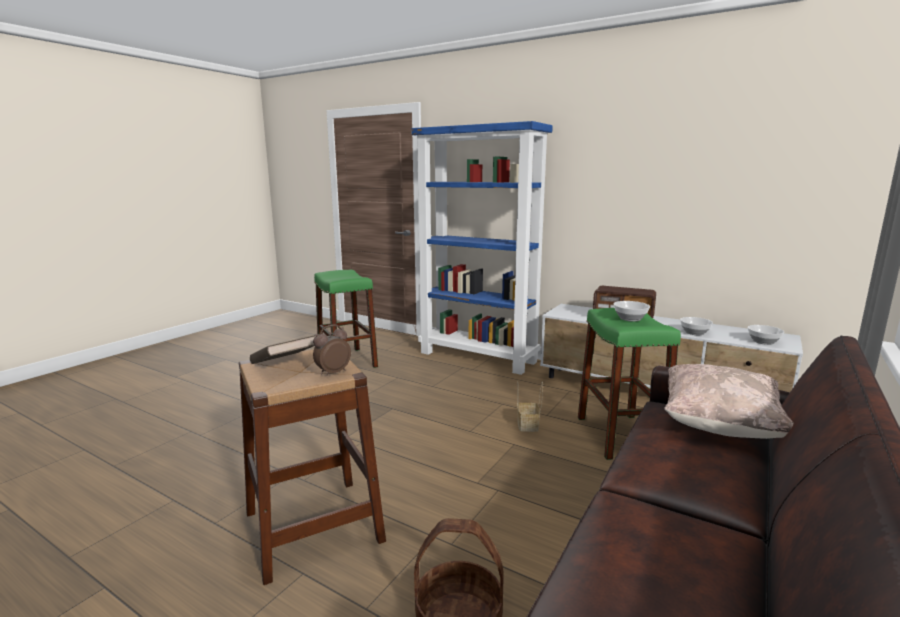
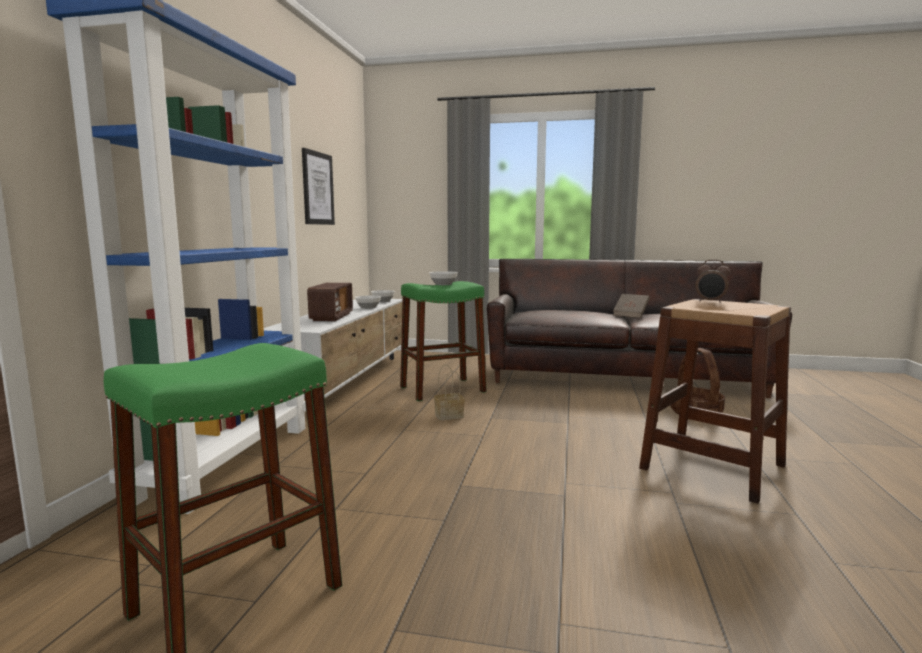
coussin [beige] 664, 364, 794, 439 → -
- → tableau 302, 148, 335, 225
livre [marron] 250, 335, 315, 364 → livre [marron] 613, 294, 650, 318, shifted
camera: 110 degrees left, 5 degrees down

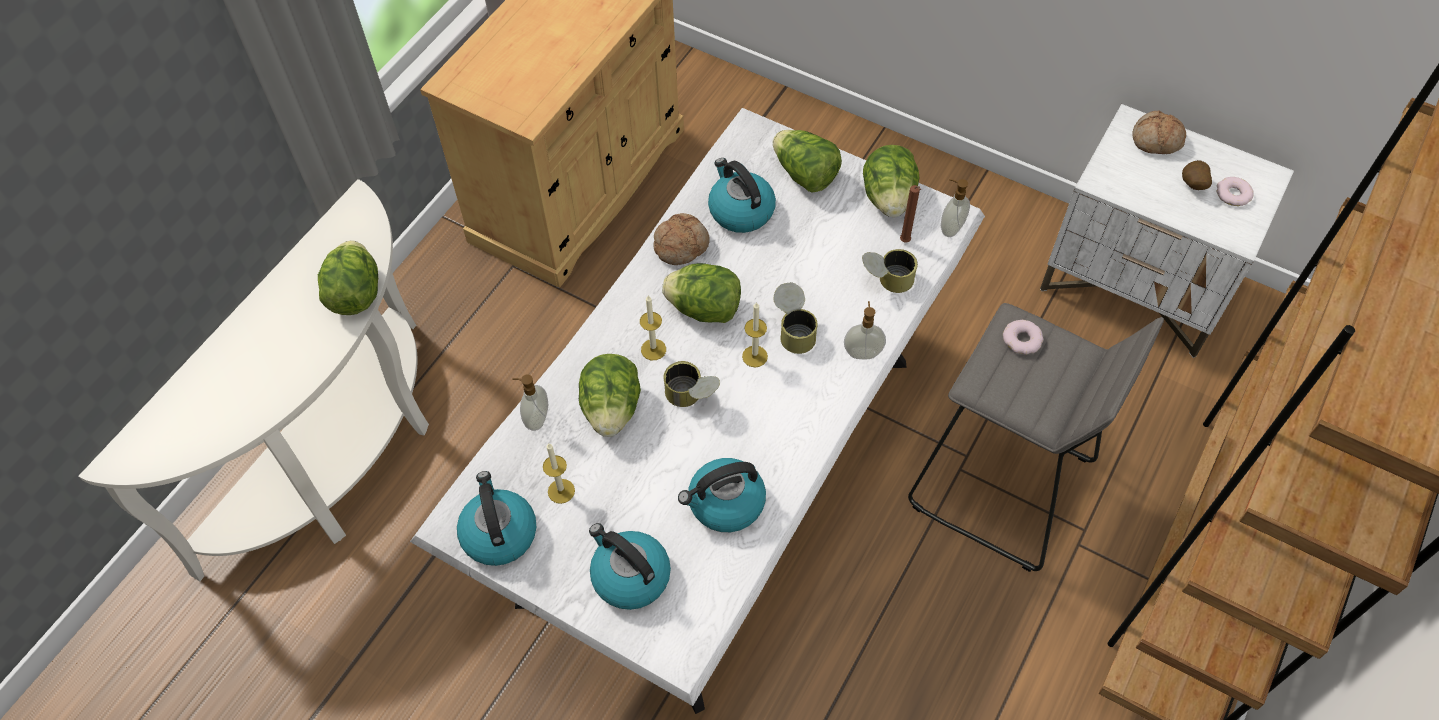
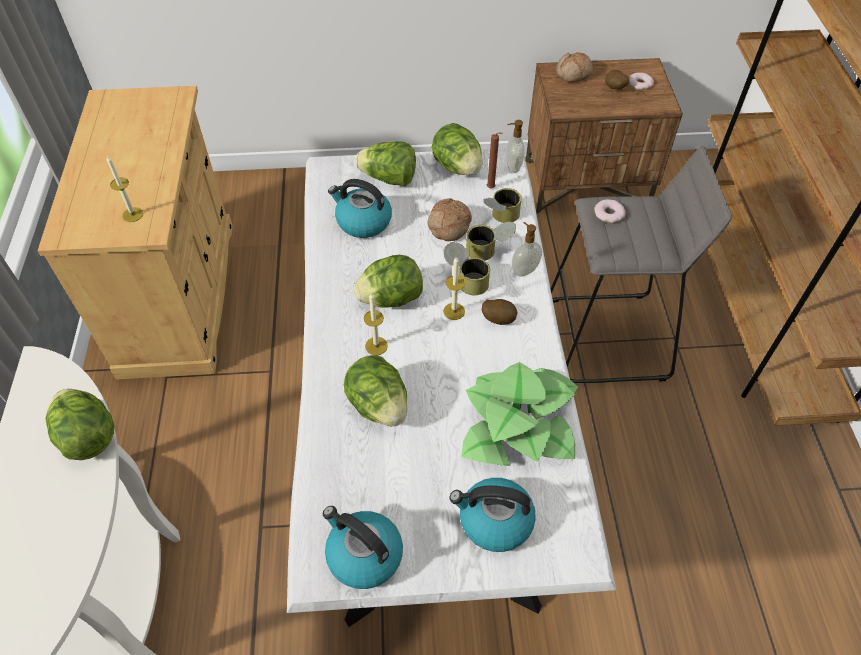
distributeur de savon 512, 375, 548, 431 → -
- → pomme de terre 482, 299, 517, 325
bougie 543, 444, 575, 504 → bougie 107, 156, 143, 222, shifted
pain 653, 213, 710, 265 → pain 428, 198, 472, 241, shifted
boîte métallique 663, 361, 720, 407 → boîte métallique 466, 222, 516, 261, shifted
bouilloire 678, 458, 766, 532 → plante en pot 461, 362, 578, 466
table de chevet [blanc] 1040, 104, 1294, 358 → table de chevet [marron] 526, 58, 683, 214
camera: 35 degrees left, 5 degrees down

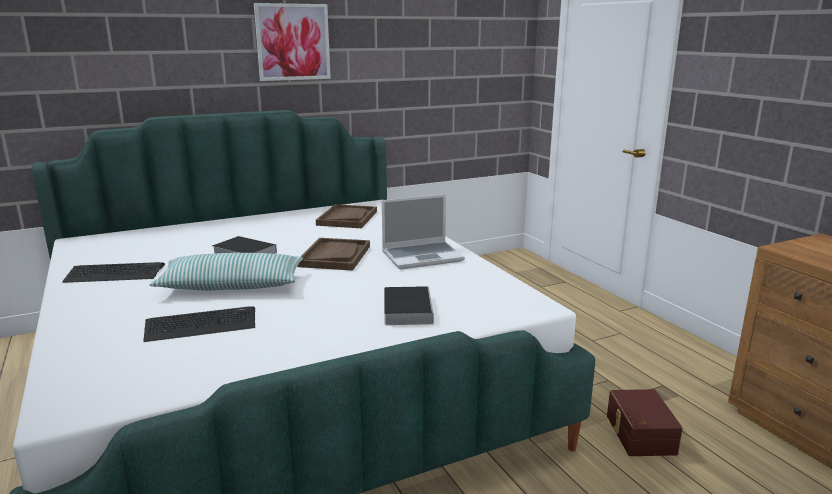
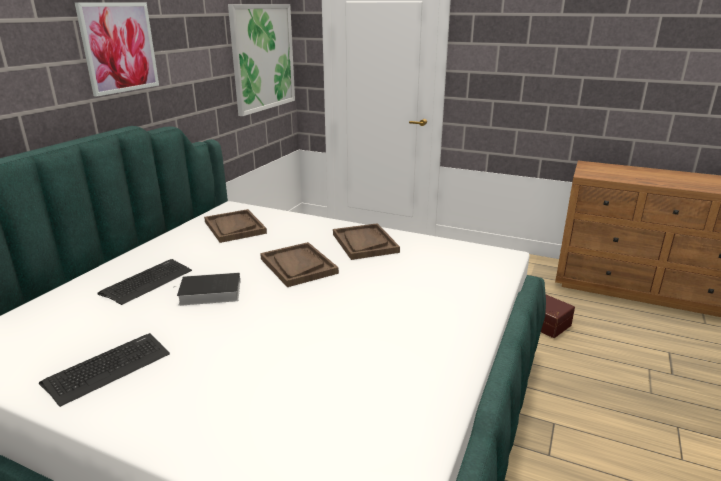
coussin 149, 253, 303, 290 → -
livre 384, 286, 433, 325 → -
- → tableau 228, 4, 295, 116
clavier 143, 307, 255, 342 → clavier 97, 259, 192, 305, shifted
ordinateur portable 382, 194, 465, 269 → plateau [marron] 333, 223, 400, 260
camera: 40 degrees left, 5 degrees up

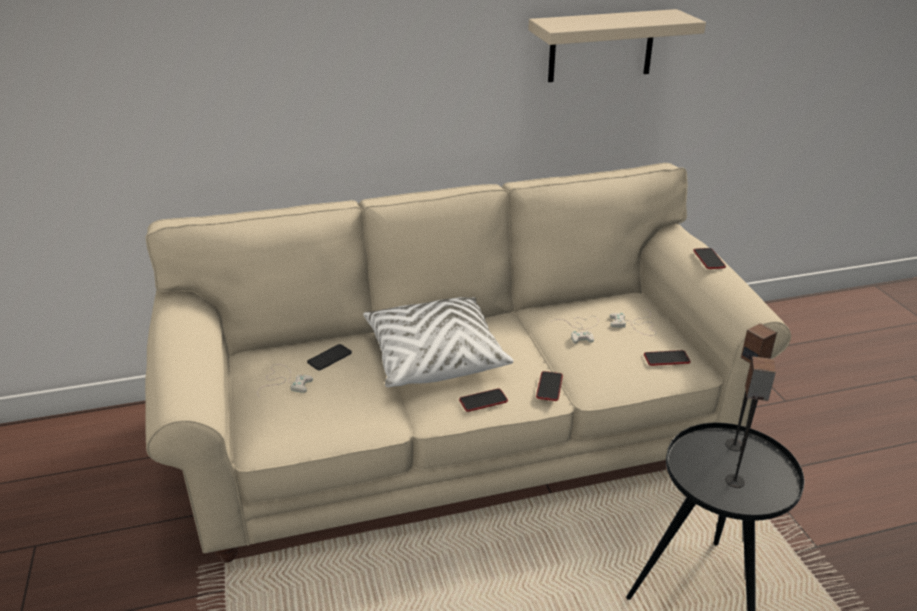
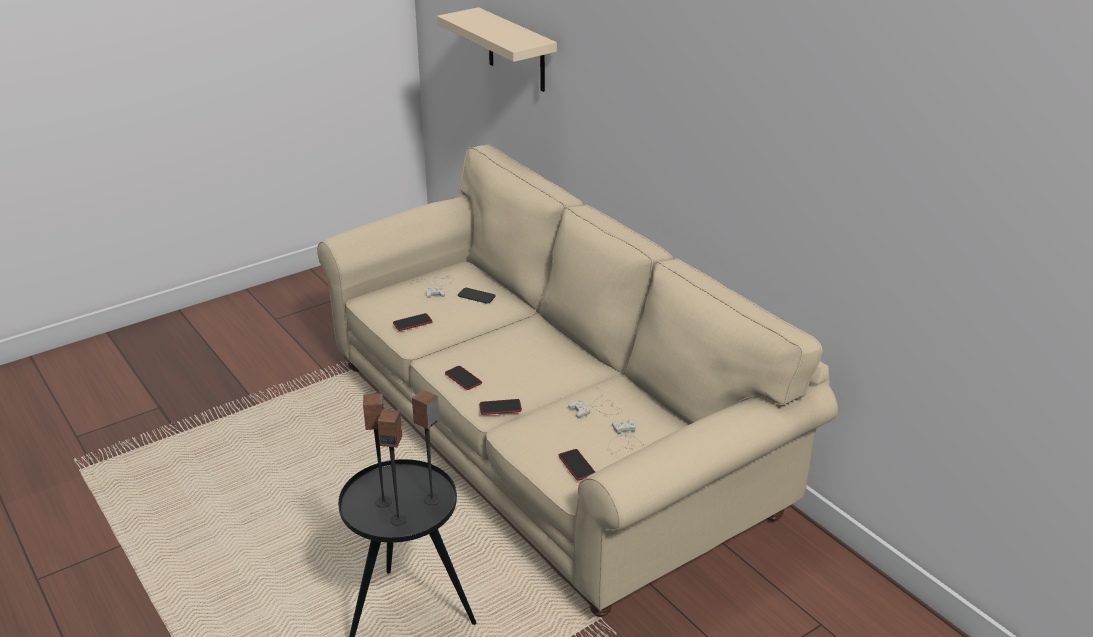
coussin [blanc] 363, 297, 513, 387 → -
- → enceinte 377, 409, 407, 526
étagère [beige] 528, 9, 706, 82 → étagère [beige] 437, 7, 557, 92, shifted
téléphone 693, 248, 726, 269 → téléphone 393, 313, 433, 331, shifted
camera: 70 degrees right, 0 degrees up

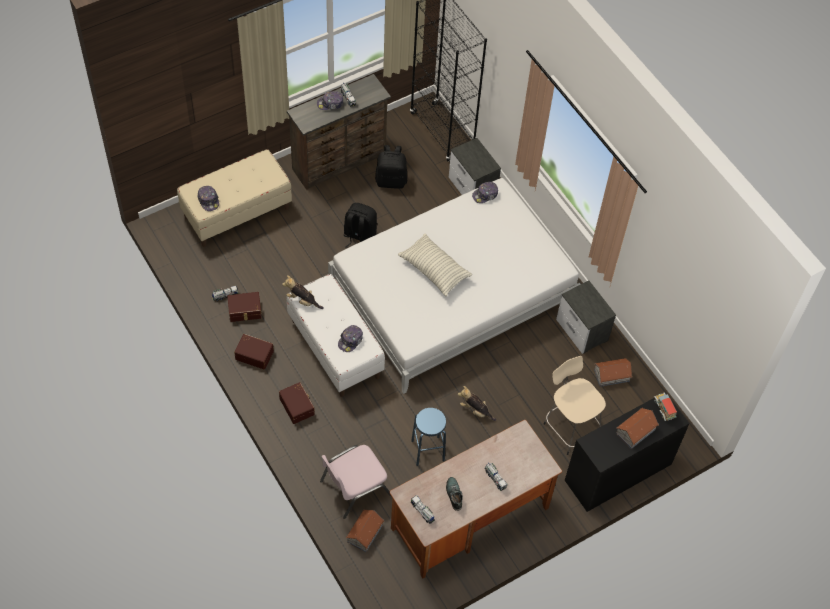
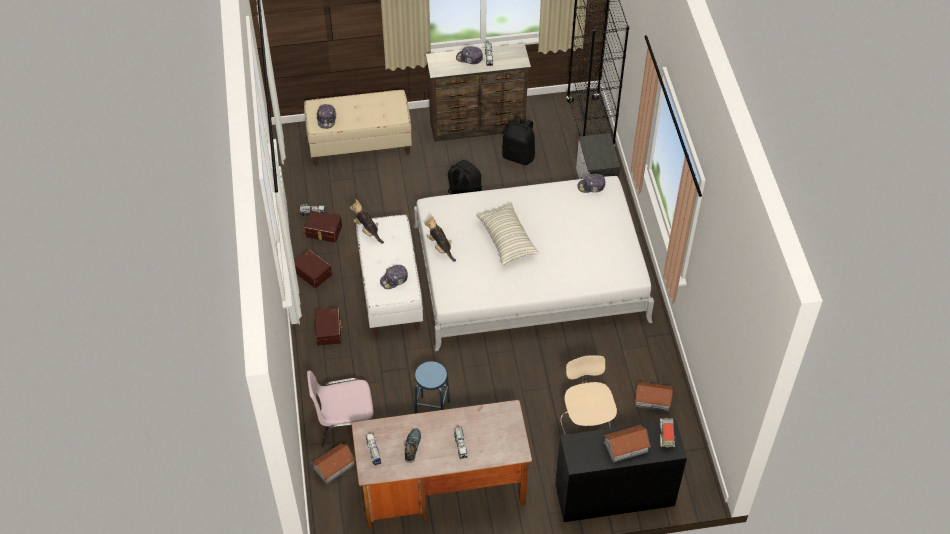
table de chevet 556, 281, 616, 354 → -
peluche 458, 386, 496, 421 → peluche 424, 215, 456, 262, shifted
camera: 25 degrees right, 5 degrees down

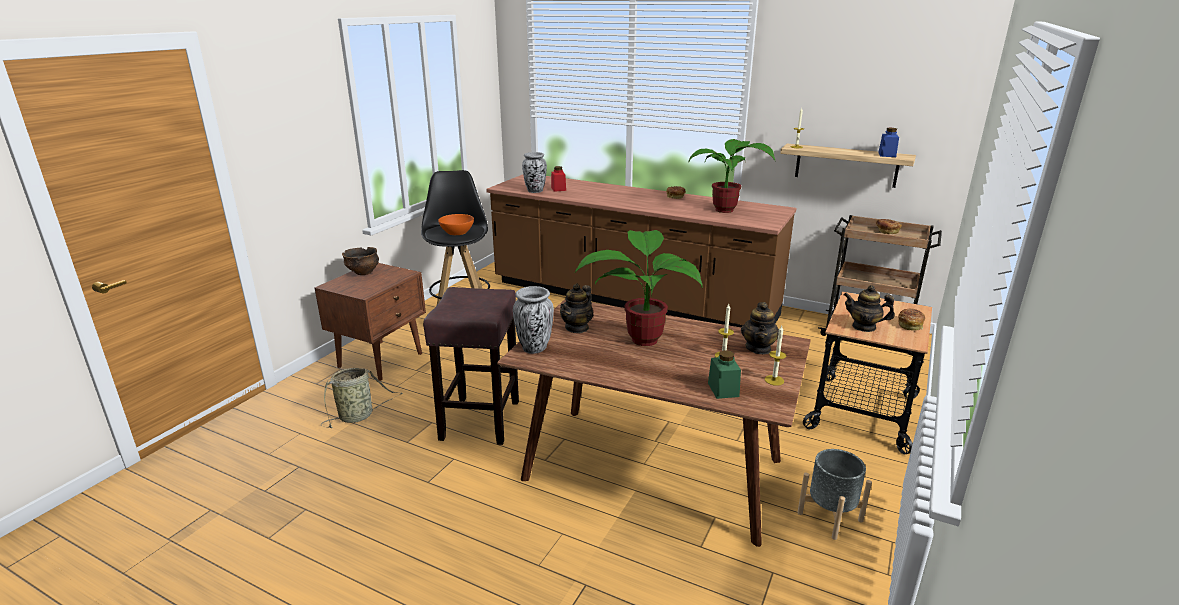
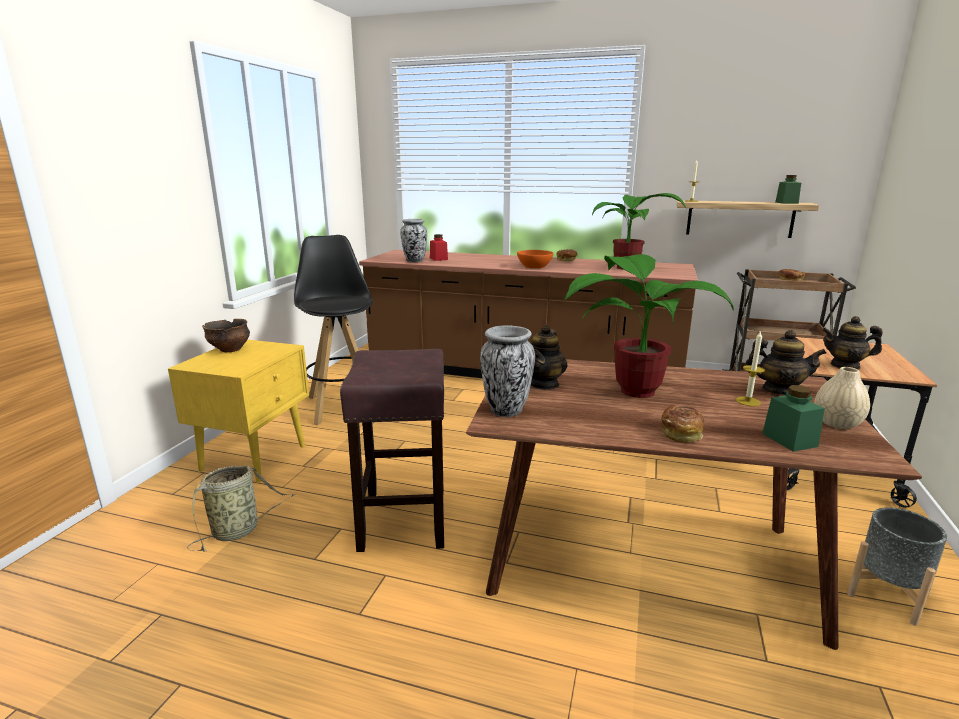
bol [orange] 438, 214, 474, 235 → bol [orange] 517, 250, 553, 269, shifted
pain 898, 308, 925, 331 → pain 662, 405, 704, 442, shifted
bougie 765, 325, 786, 386 → vase [beige] 814, 367, 870, 429
table de chevet [marron] 314, 263, 426, 381 → table de chevet [jaune] 168, 340, 309, 483
bocal [bleu] 878, 128, 899, 157 → bocal [vert] 775, 175, 801, 204
théière 741, 302, 779, 354 → théière 745, 330, 827, 395, 75 degrees counterclockwise
camera: 10 degrees left, 5 degrees down

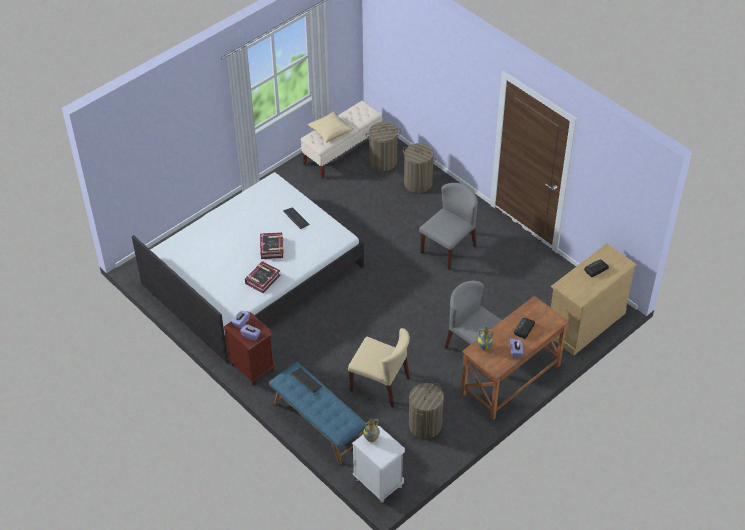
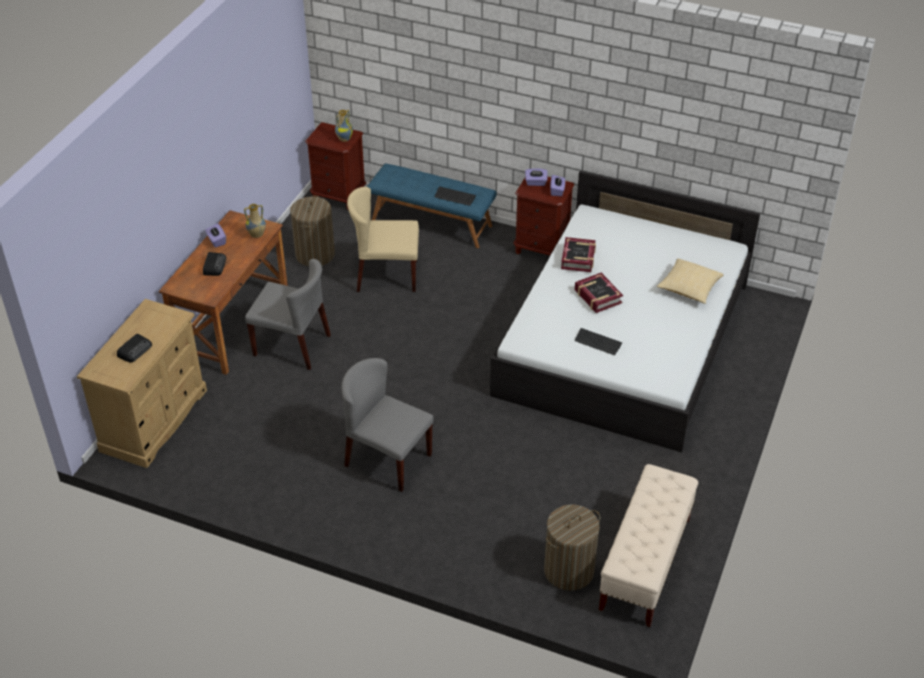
panier à linge 403, 143, 436, 193 → -
coussin 308, 111, 353, 143 → coussin 657, 258, 724, 304, shifted
table de chevet [blanc] 352, 426, 405, 503 → table de chevet [marron] 305, 122, 366, 210
chaise [gris] 419, 183, 478, 270 → chaise [gris] 341, 358, 434, 492, 105 degrees clockwise
camera: 155 degrees right, 5 degrees down

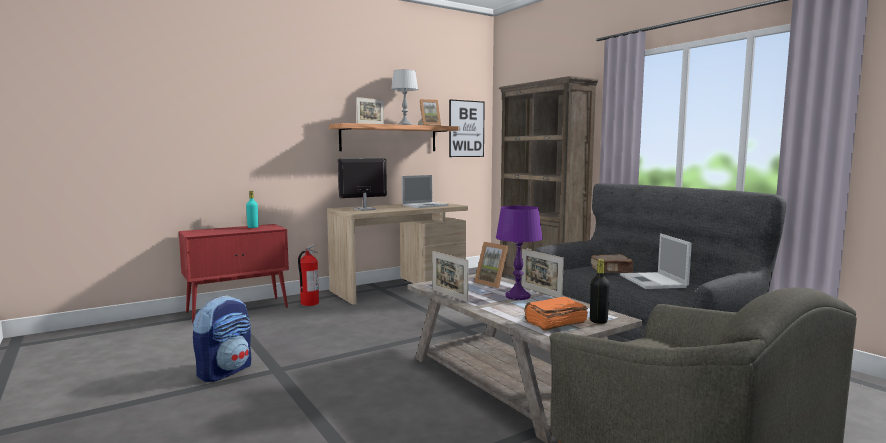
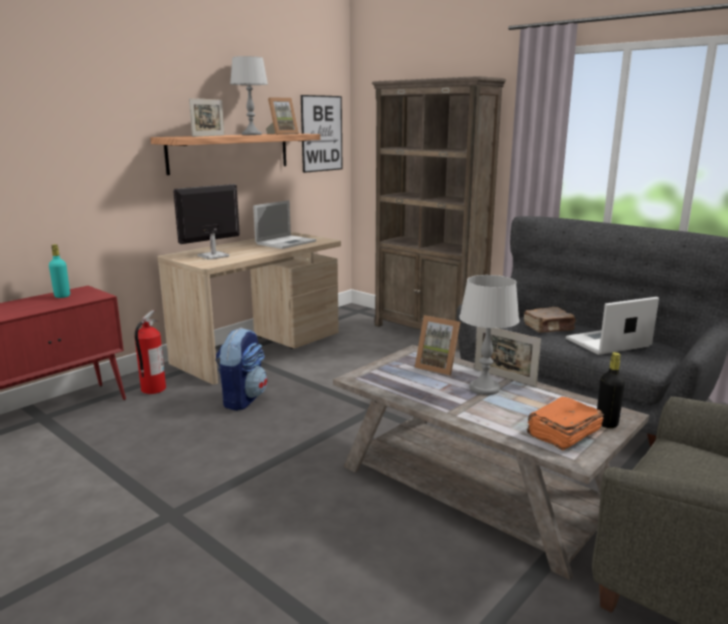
cadre photo 432, 251, 469, 302 → -
sac à dos 193, 296, 251, 382 → sac à dos 215, 328, 267, 411, shifted
lampe de table [violet] 496, 206, 543, 300 → lampe de table [gris] 459, 275, 519, 395
ordinateur portable 620, 233, 692, 289 → ordinateur portable 566, 297, 659, 355, 90 degrees clockwise
camera: 15 degrees left, 10 degrees up

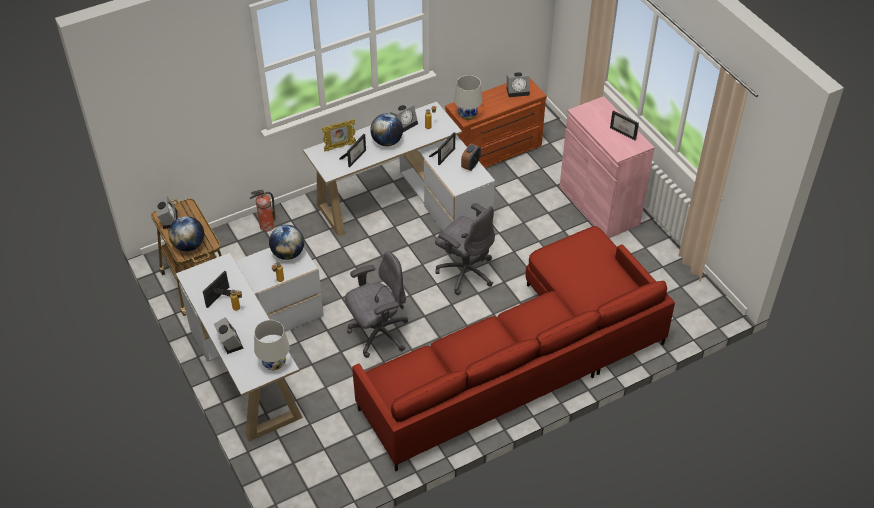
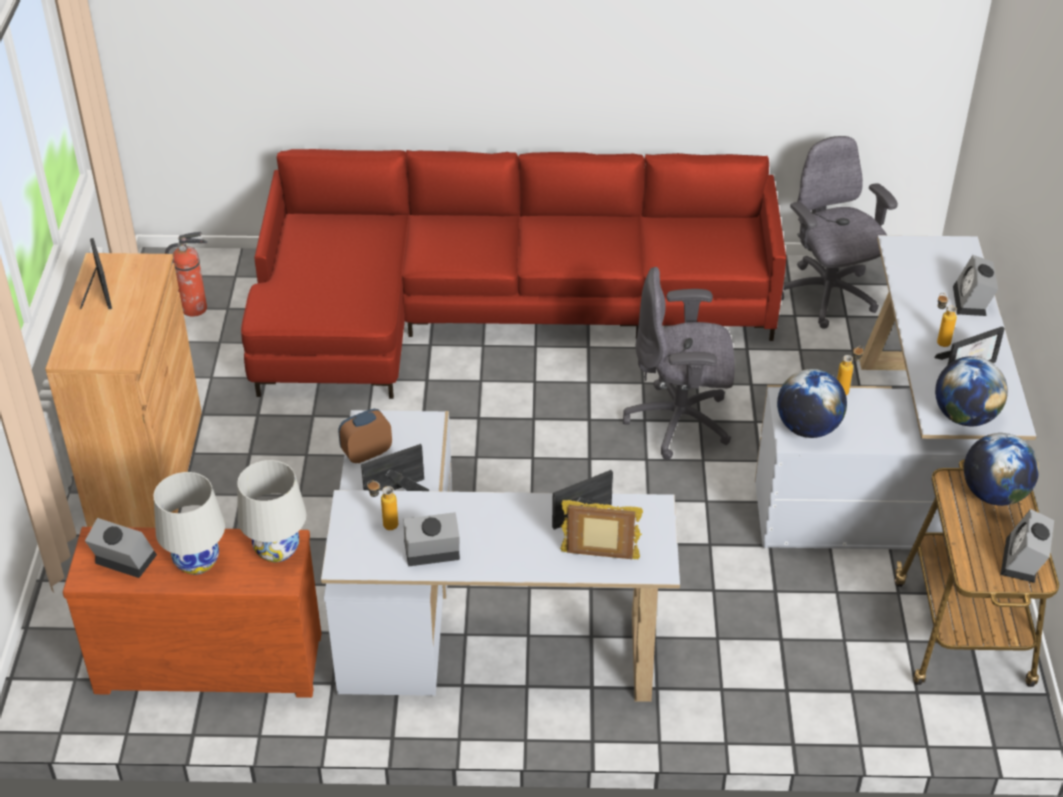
extincteur 249, 189, 276, 232 → extincteur 165, 232, 207, 317, shifted
lampe de table [blanc] 254, 320, 290, 370 → lampe de table [blanc] 153, 472, 225, 575, shifted
globe 370, 114, 403, 146 → globe 935, 356, 1008, 426, shifted
chaise de bureau [gris] 435, 203, 495, 295 → chaise de bureau [gris] 781, 136, 898, 329, shifted
meuble de rangement [rose] 559, 96, 655, 238 → meuble de rangement [marron] 45, 253, 202, 528
camera: 150 degrees left, 5 degrees down

